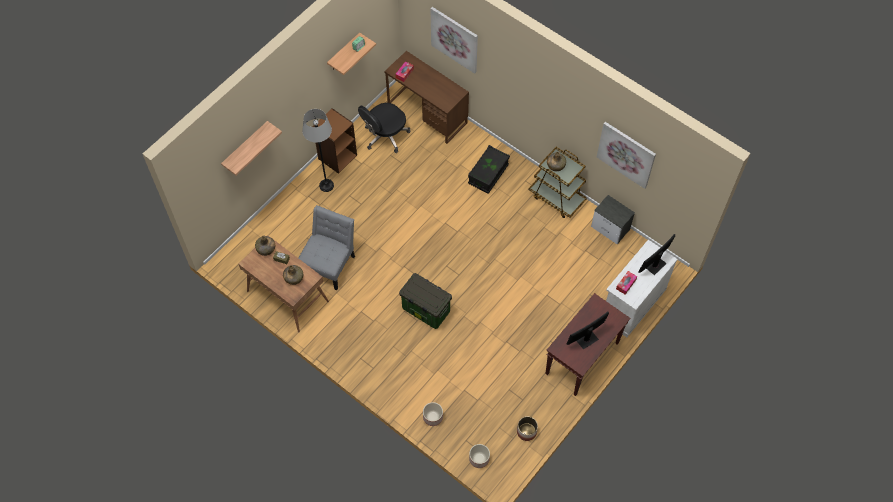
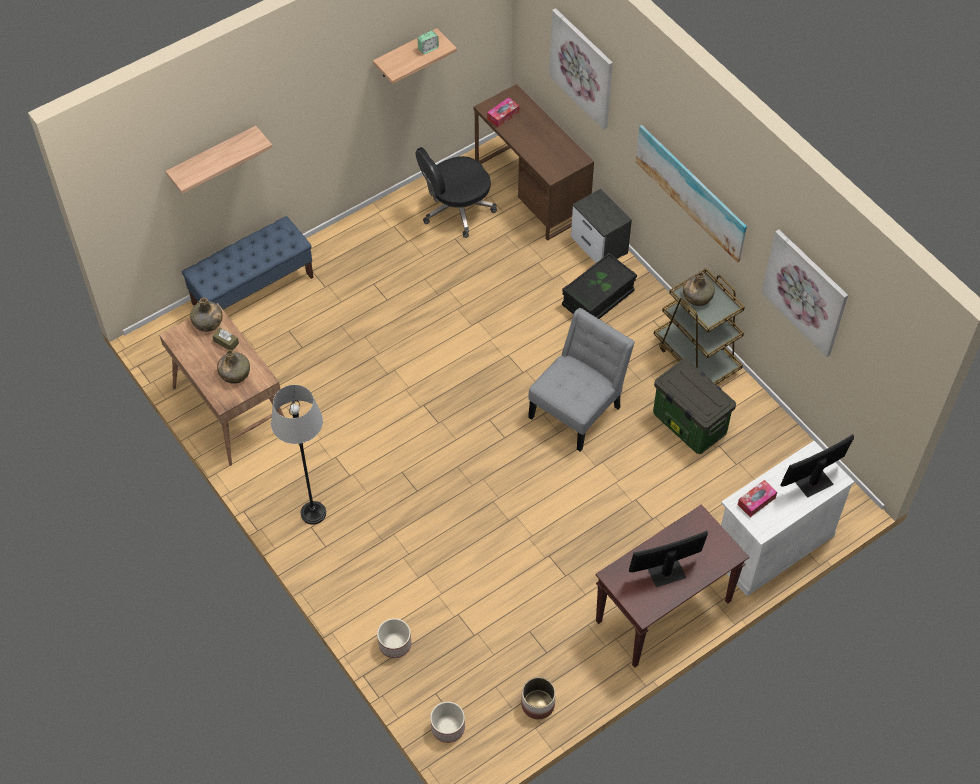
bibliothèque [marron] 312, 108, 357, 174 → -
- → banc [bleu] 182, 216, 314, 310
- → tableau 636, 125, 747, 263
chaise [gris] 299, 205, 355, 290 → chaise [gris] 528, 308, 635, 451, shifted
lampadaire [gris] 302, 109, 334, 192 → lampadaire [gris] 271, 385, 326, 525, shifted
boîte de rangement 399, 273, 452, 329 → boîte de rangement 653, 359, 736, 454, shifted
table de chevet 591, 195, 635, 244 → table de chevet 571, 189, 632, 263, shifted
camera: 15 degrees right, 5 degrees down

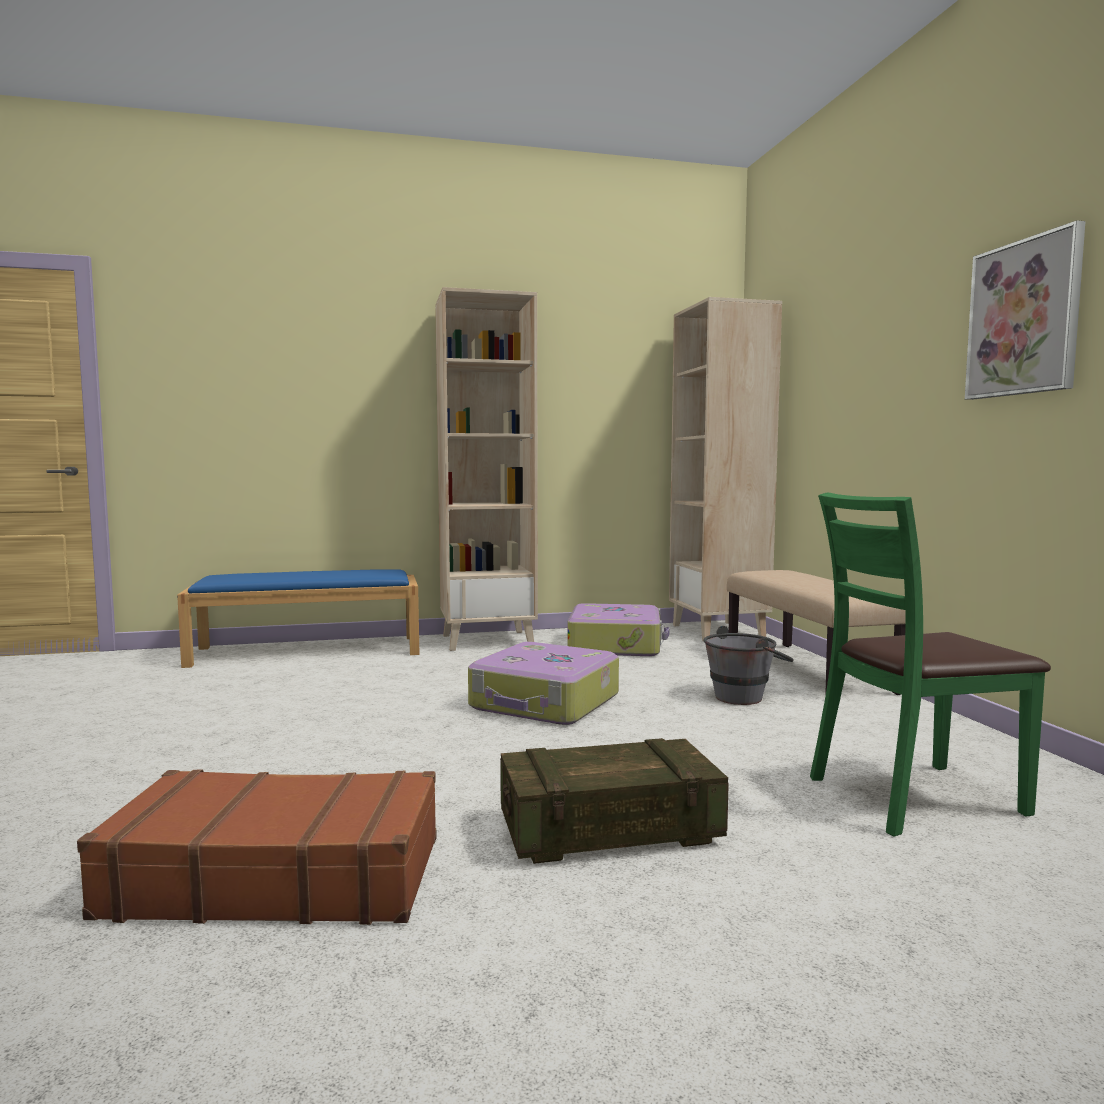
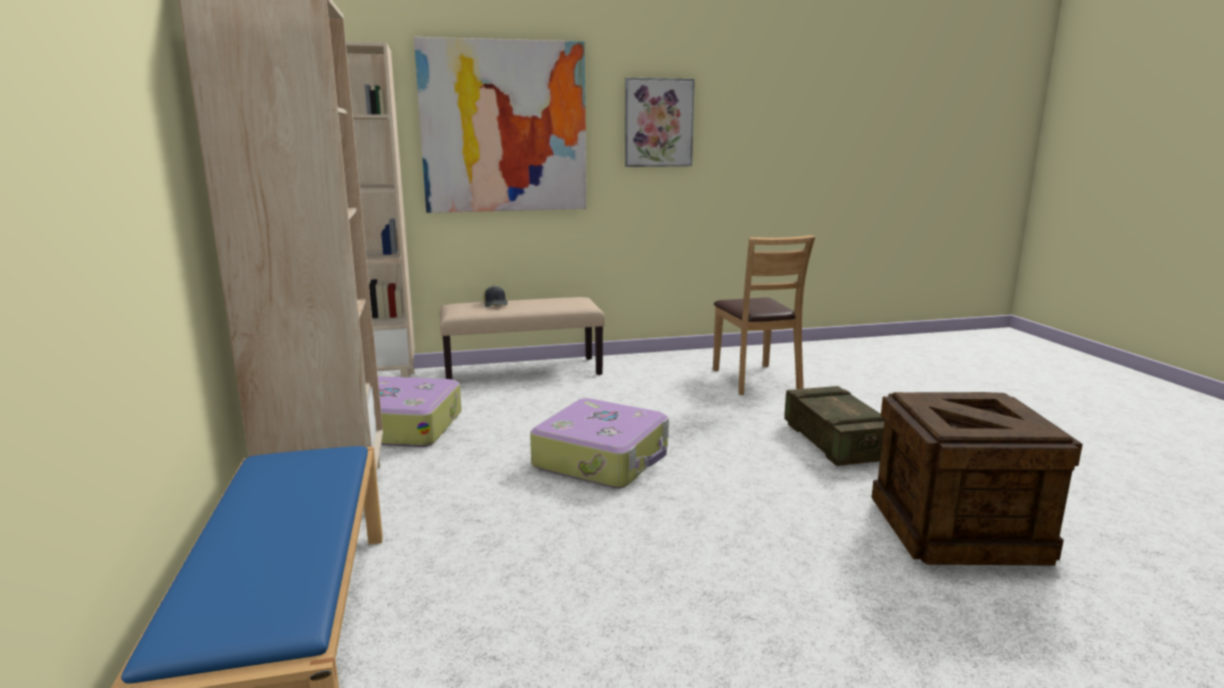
seau [gris] 704, 626, 794, 705 → -
- → tableau 414, 37, 586, 213
- → casquette 483, 285, 508, 307
valise [marron] 77, 770, 437, 925 → caisse 871, 392, 1083, 566
chaise [vert] 810, 492, 1051, 837 → chaise [marron] 713, 235, 815, 395
camera: 90 degrees left, 10 degrees up

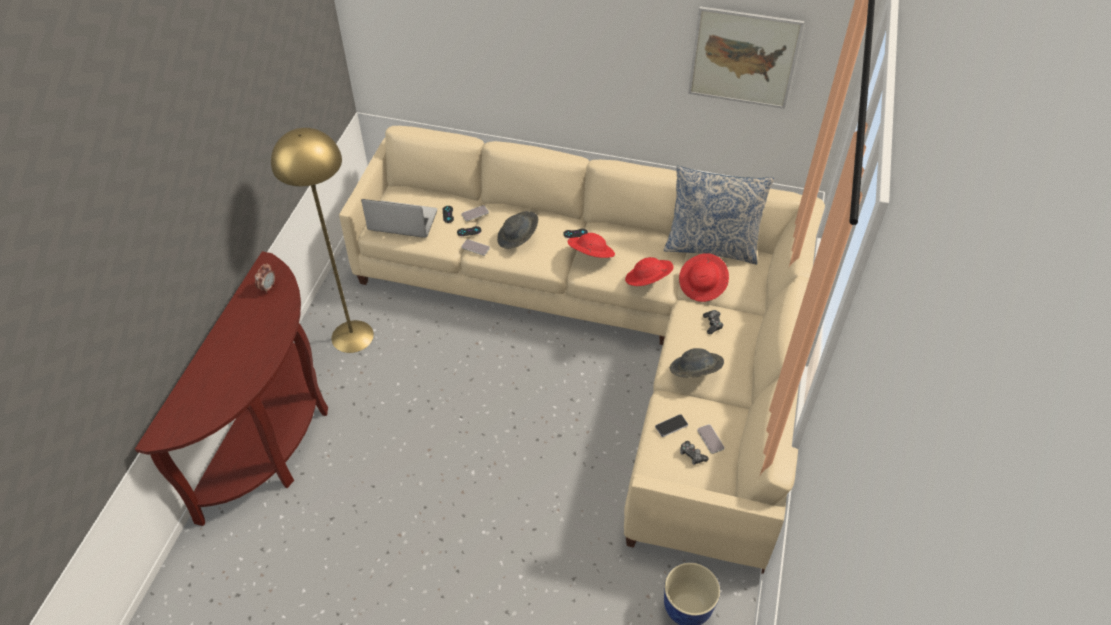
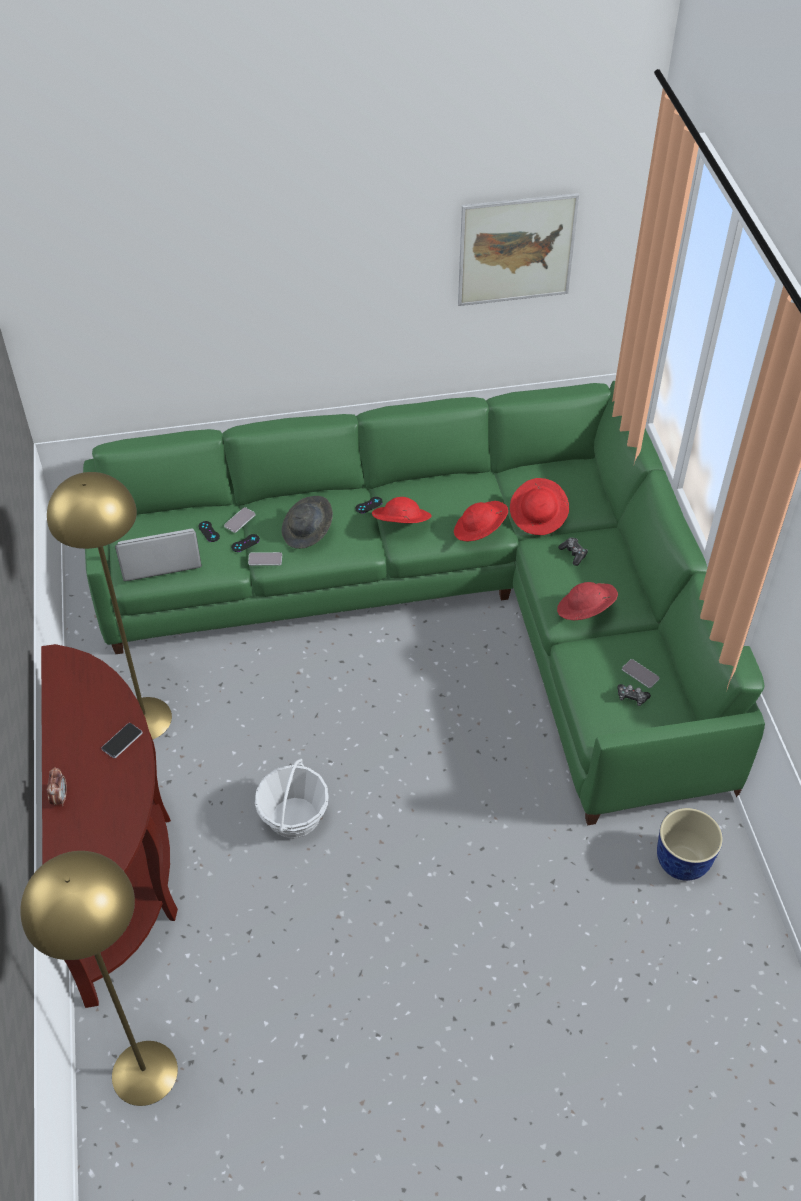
coussin 664, 166, 774, 265 → -
- → lampadaire [jaune] 20, 851, 178, 1106
- → panier 255, 759, 329, 839
réveil 255, 263, 275, 293 → réveil 47, 767, 67, 806, shifted
téléphone 655, 414, 688, 437 → téléphone 101, 723, 142, 758, shifted
canapé [beige] 339, 126, 825, 574 → canapé [vert] 83, 381, 765, 825
chapeau [gris] 670, 348, 724, 378 → chapeau [rouge] 557, 582, 618, 620
camera: 25 degrees left, 0 degrees up

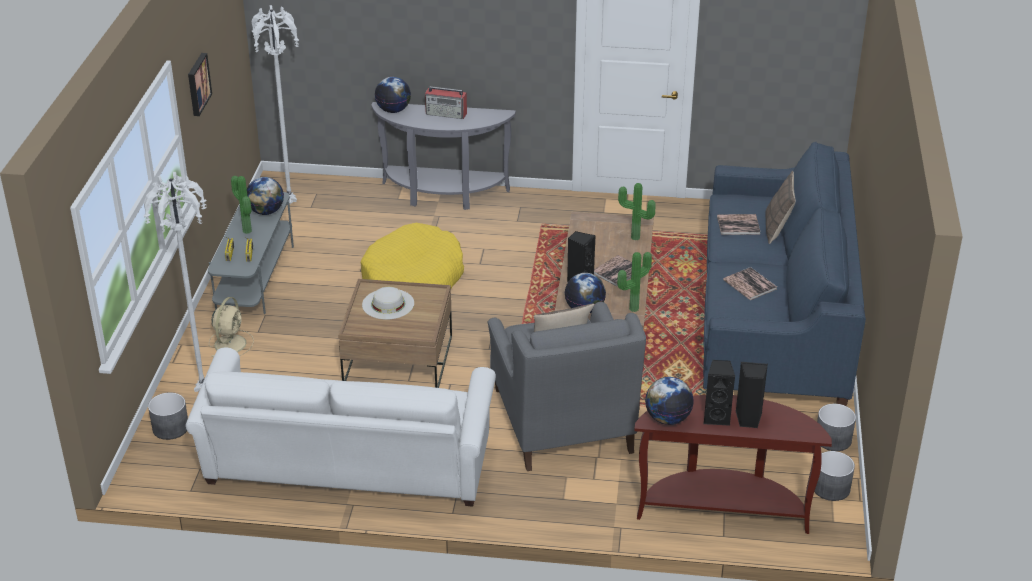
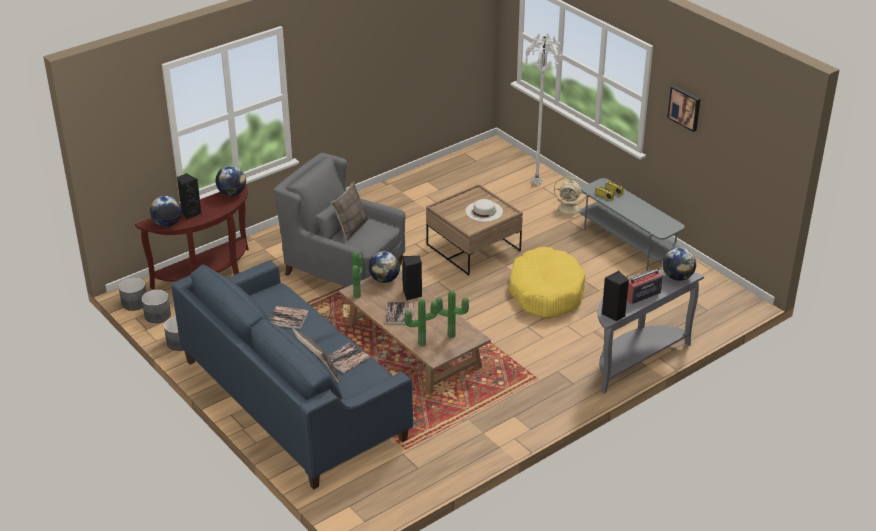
canapé [blanc] 186, 348, 496, 507 → -
lampadaire [blanc] 252, 5, 299, 204 → -
cache-pot [gris] 148, 392, 188, 440 → cache-pot [gris] 119, 277, 146, 311, shifted
plante en pot 231, 176, 252, 234 → plante en pot 436, 291, 469, 338, shifted
globe 247, 177, 284, 215 → globe 150, 195, 182, 227, shifted
enceinte [noir] 703, 360, 735, 426 → enceinte [noir] 602, 271, 629, 322, shifted
ventilateur [beige] 209, 297, 254, 357 → ventilateur [beige] 553, 176, 586, 217, 45 degrees counterclockwise
camera: 135 degrees right, 0 degrees up

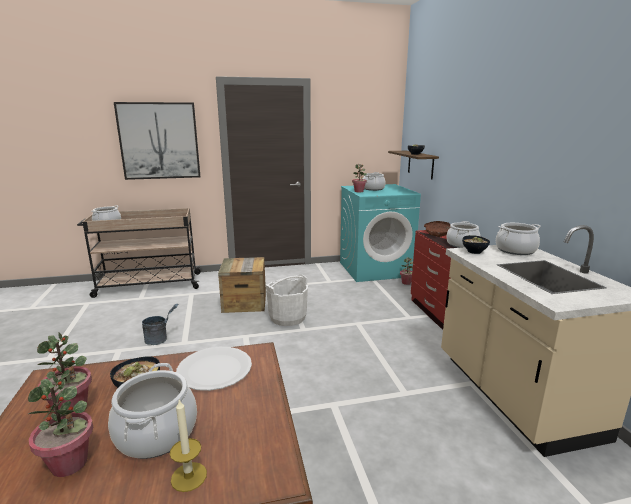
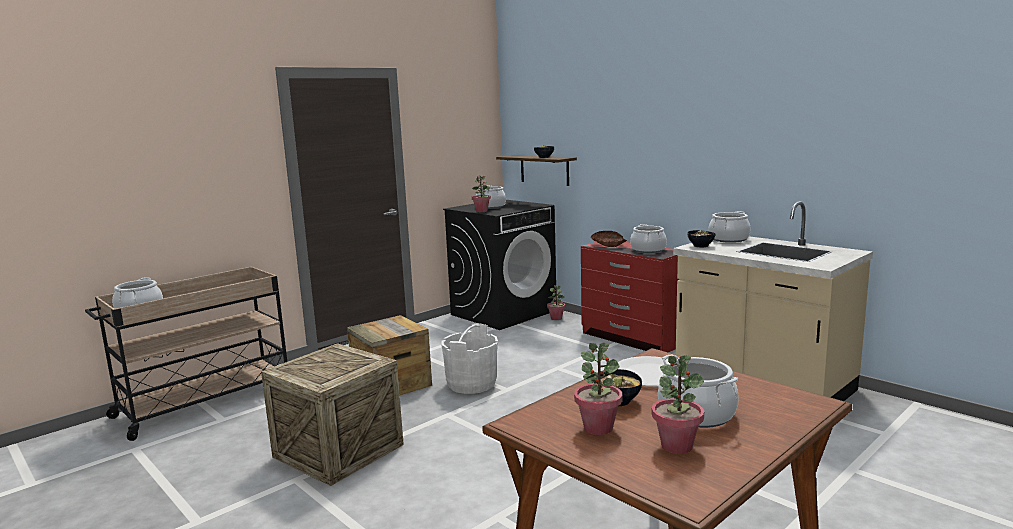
tableau 114, 102, 200, 180 → -
bougie 170, 400, 207, 492 → -
seau [gris] 142, 304, 178, 345 → caisse 261, 343, 404, 486
lave-linge [turquoise] 340, 184, 421, 282 → lave-linge [noir] 443, 200, 556, 330
camera: 30 degrees left, 5 degrees down

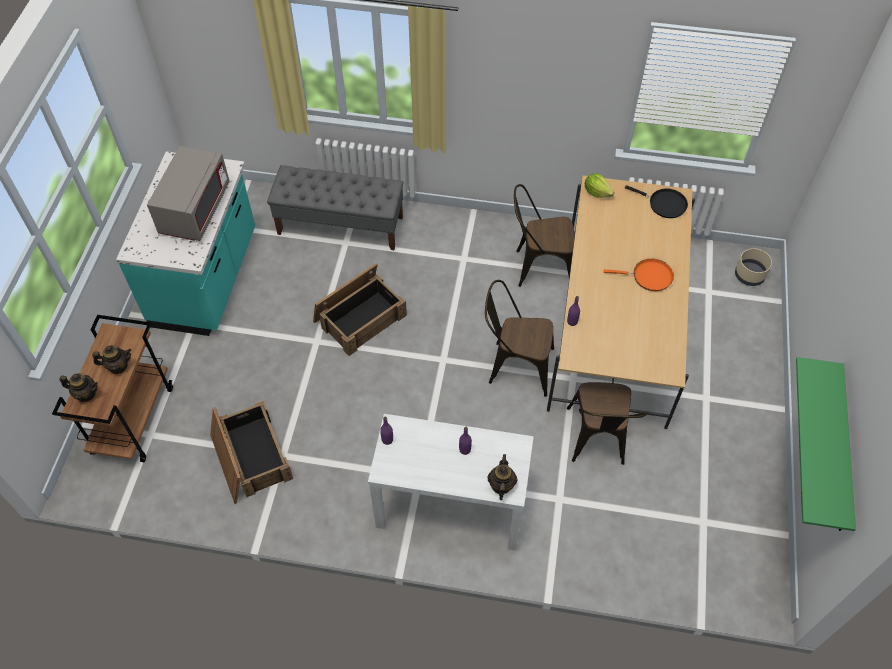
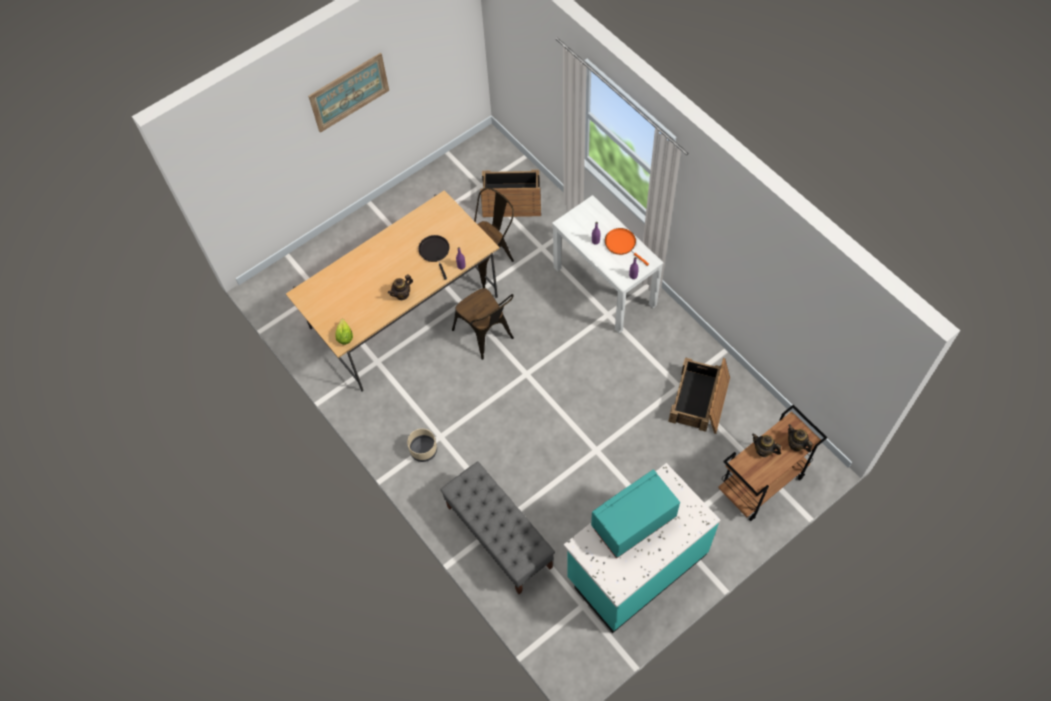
chaise [marron] 514, 184, 575, 287 → -
étagère [vert] 796, 357, 856, 531 → -
- → tableau 308, 53, 389, 133
caisse 313, 263, 407, 356 → caisse 481, 170, 541, 217, shifted
théière 487, 454, 518, 500 → théière 388, 274, 413, 300, shifted
poêle [orange] 604, 259, 674, 291 → poêle [orange] 605, 228, 649, 266, shifted
poêle [noir] 625, 185, 688, 218 → poêle [noir] 418, 235, 450, 280, shifted
cache-pot [beige] 735, 248, 772, 286 → cache-pot [beige] 407, 429, 437, 462, shifted
micro-ondes [gris] 147, 146, 230, 241 → micro-ondes [turquoise] 591, 469, 680, 559
camera: 135 degrees left, 5 degrees up

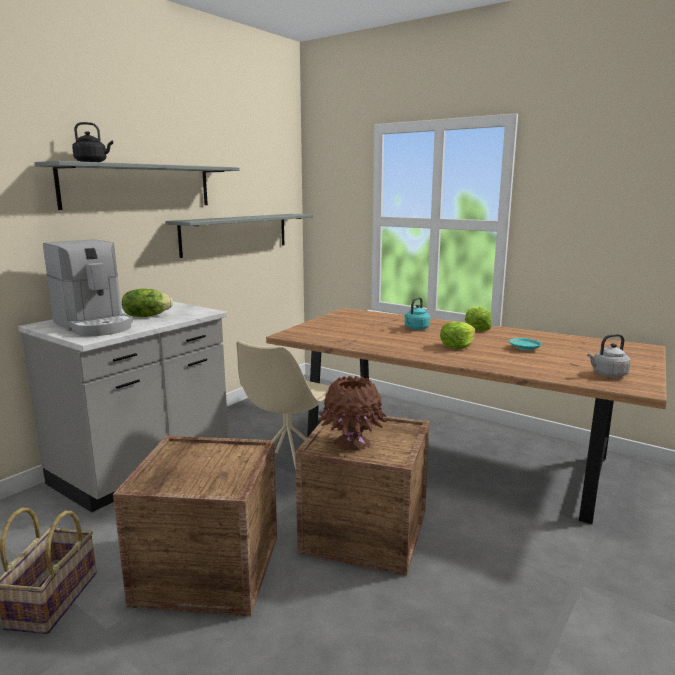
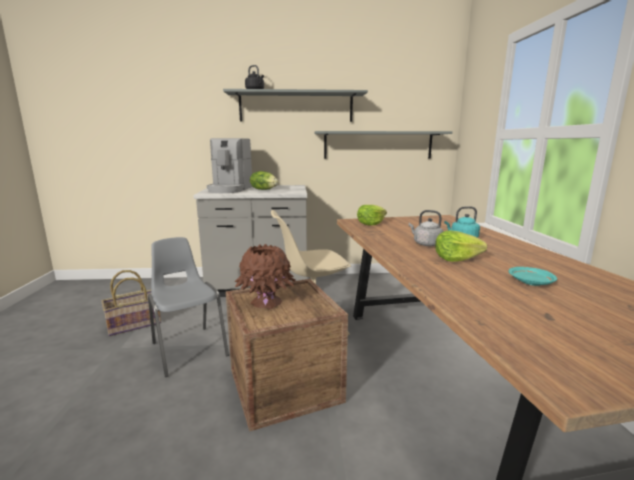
laitue 465, 307, 492, 331 → laitue 357, 205, 387, 225, shifted
bouilloire [gris] 587, 334, 631, 377 → bouilloire [gris] 409, 210, 444, 246, shifted
caisse 113, 436, 277, 616 → chaise [gris] 148, 237, 229, 377
camera: 50 degrees right, 0 degrees up

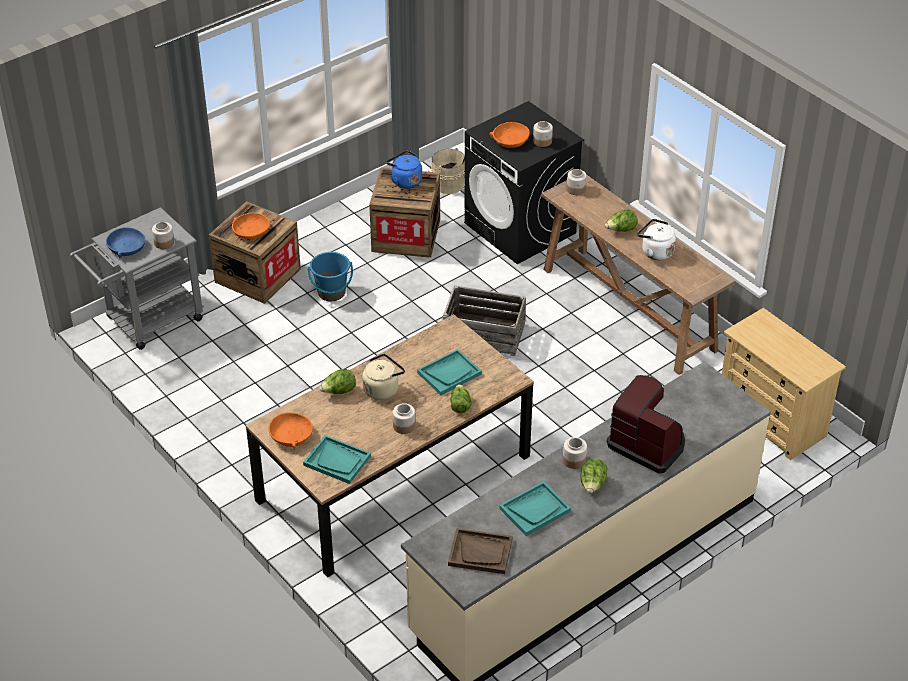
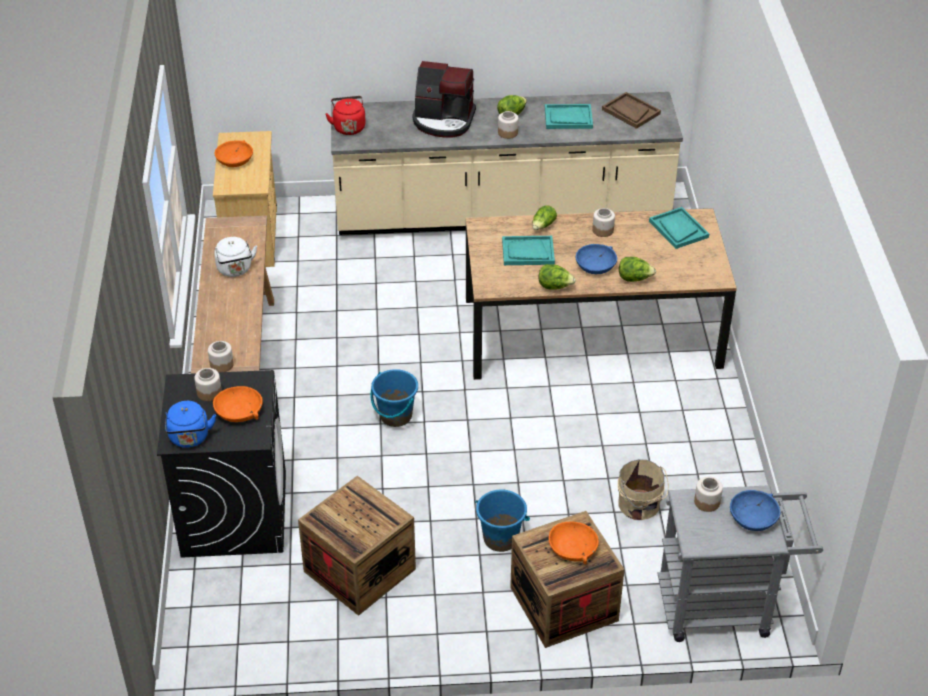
- → bouilloire [rouge] 325, 96, 366, 135
bol [orange] 268, 412, 313, 450 → bol [orange] 215, 140, 253, 167, shifted
bouilloire [bleu] 386, 151, 422, 189 → bouilloire [bleu] 165, 401, 216, 448, shifted
seau [beige] 428, 148, 465, 194 → seau [beige] 618, 459, 669, 520, shifted
laitue 605, 210, 637, 232 → laitue 538, 264, 576, 290, shifted
bouilloire [beige] 362, 354, 405, 400 → bol [bleu] 576, 244, 617, 274
caisse 443, 285, 526, 356 → seau [bleu] 370, 369, 418, 427
machine à café 607, 375, 685, 474 → machine à café 413, 61, 476, 137, 60 degrees counterclockwise
camera: 145 degrees left, 0 degrees up

